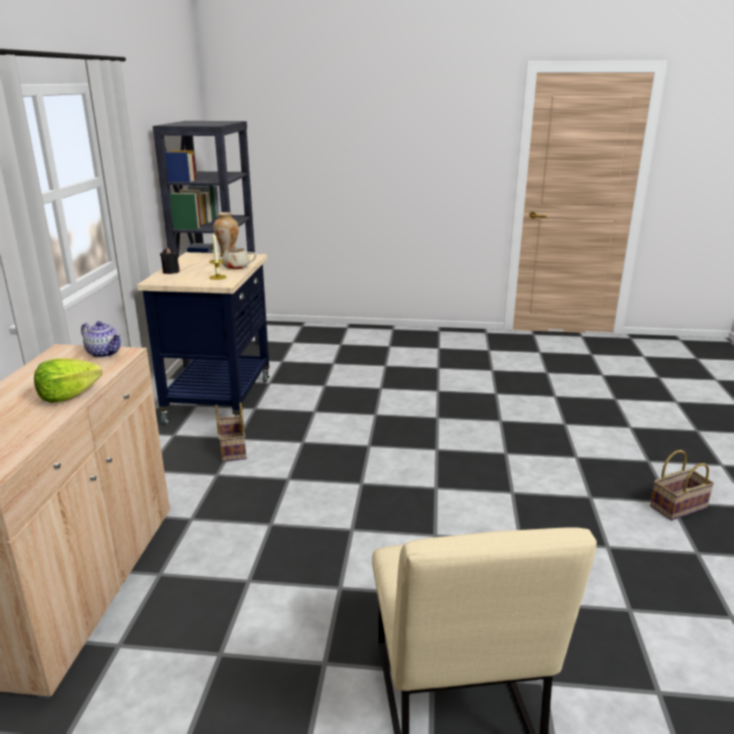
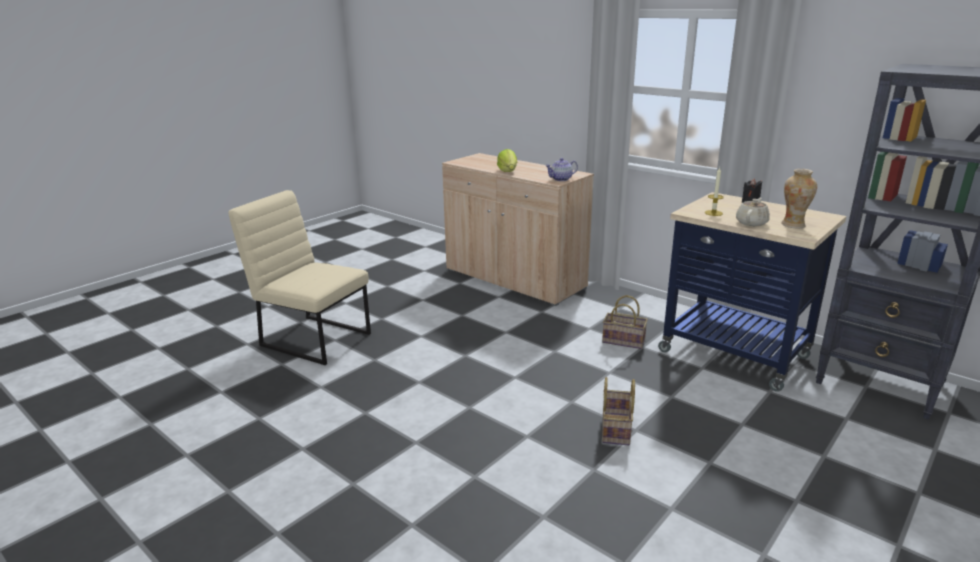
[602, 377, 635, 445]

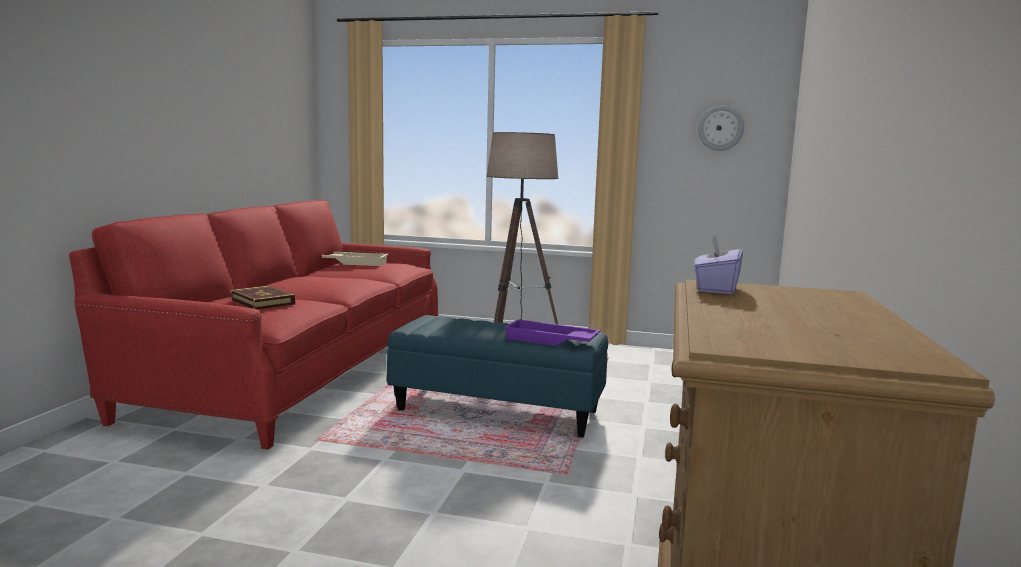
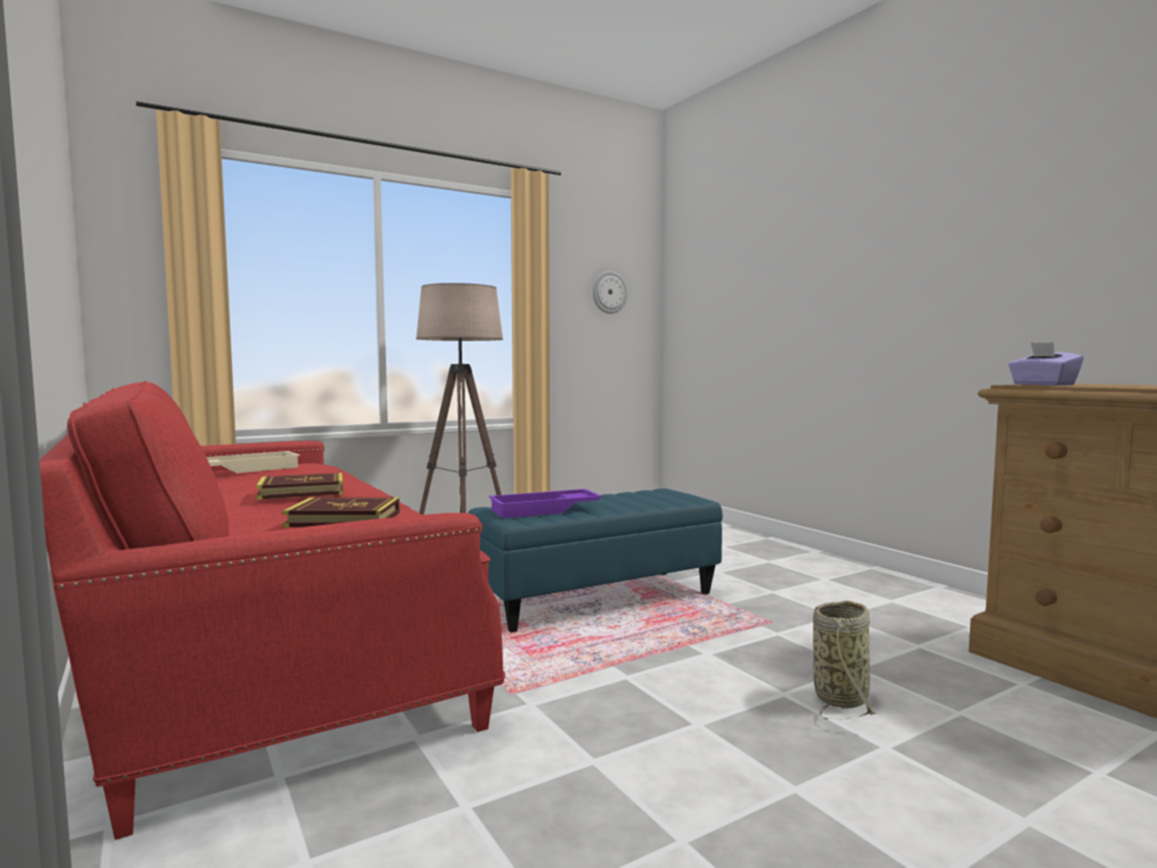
[489, 489, 602, 518]
[256, 473, 343, 500]
[813, 600, 876, 720]

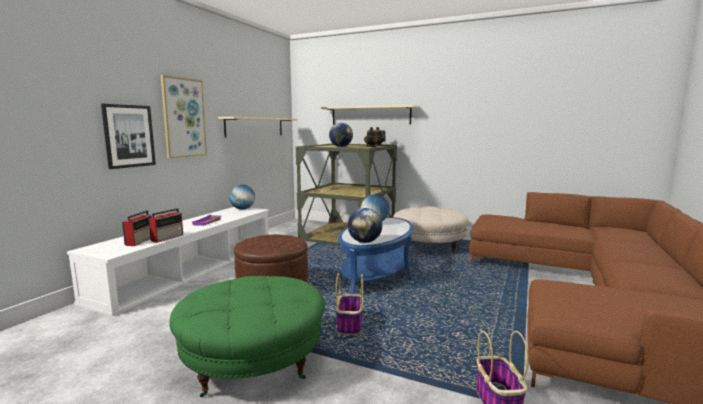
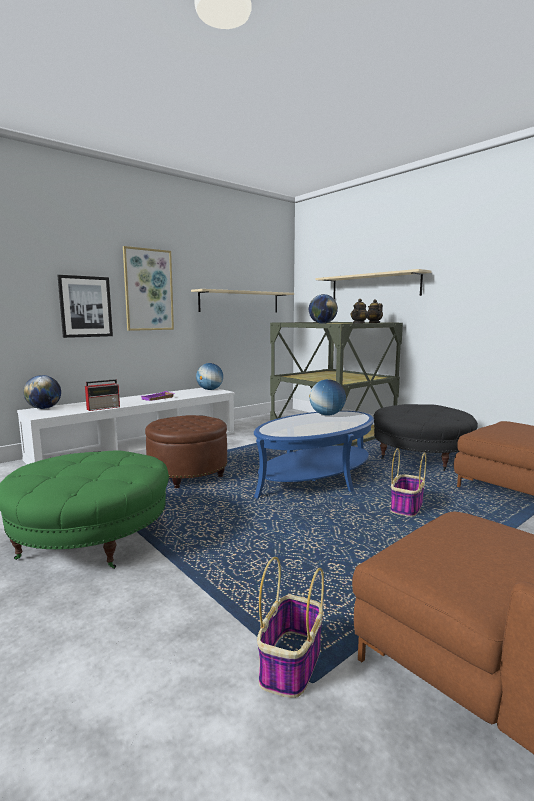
[373, 404, 478, 471]
[23, 375, 61, 409]
[122, 210, 152, 246] (first image)
[391, 448, 426, 517]

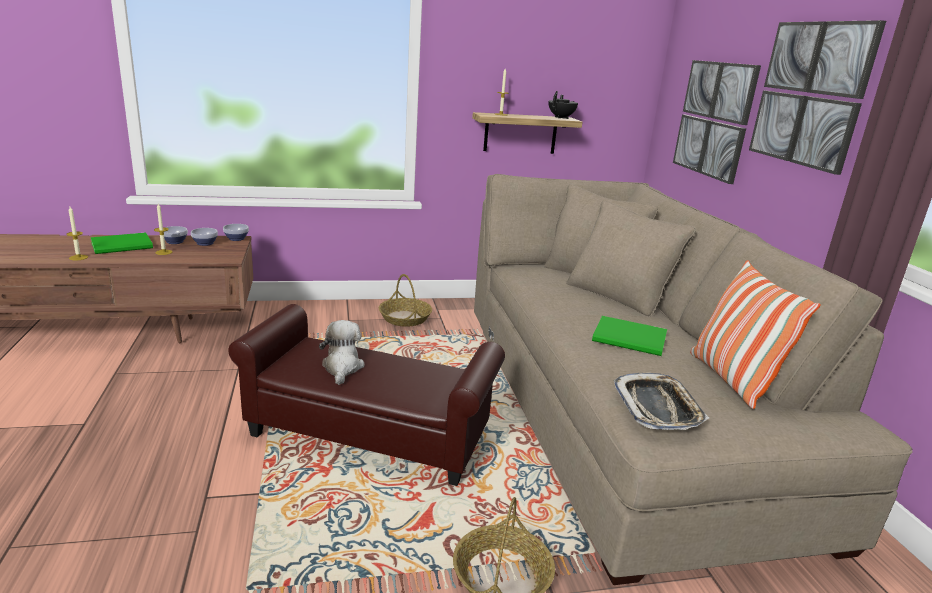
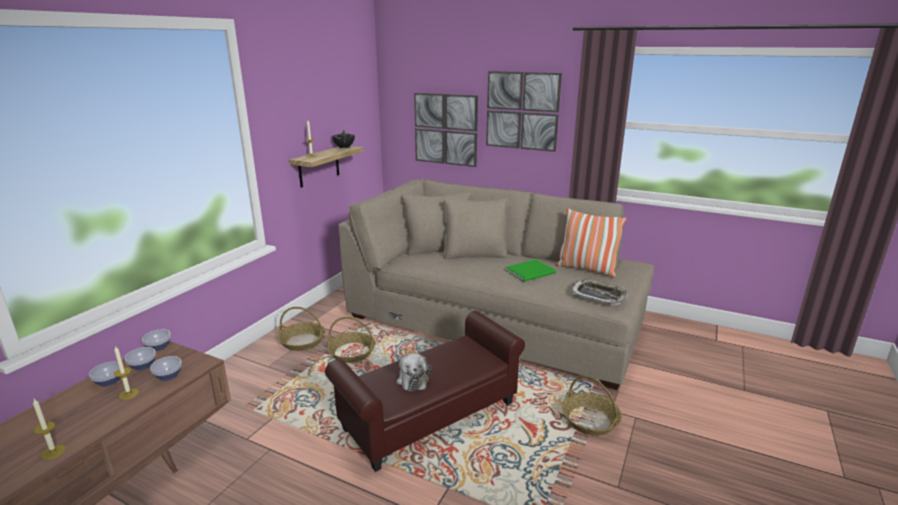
[90, 232, 153, 254] (first image)
[396, 353, 432, 391]
[327, 317, 376, 363]
[150, 356, 182, 381]

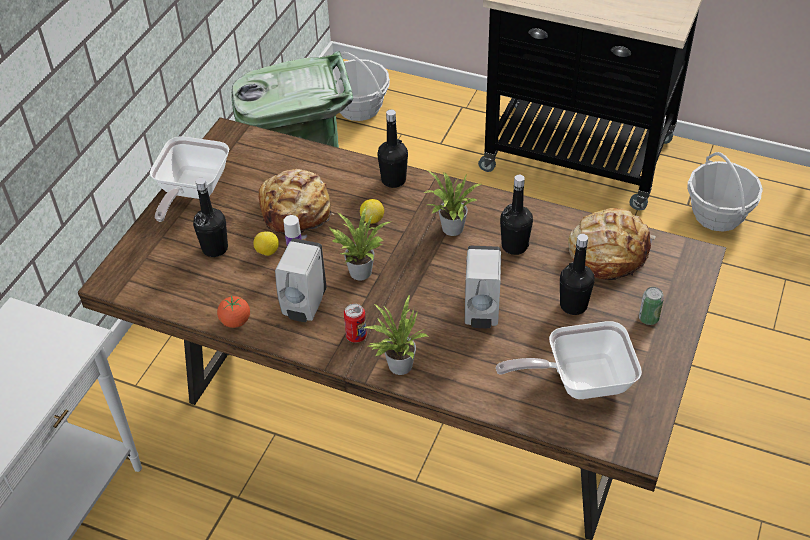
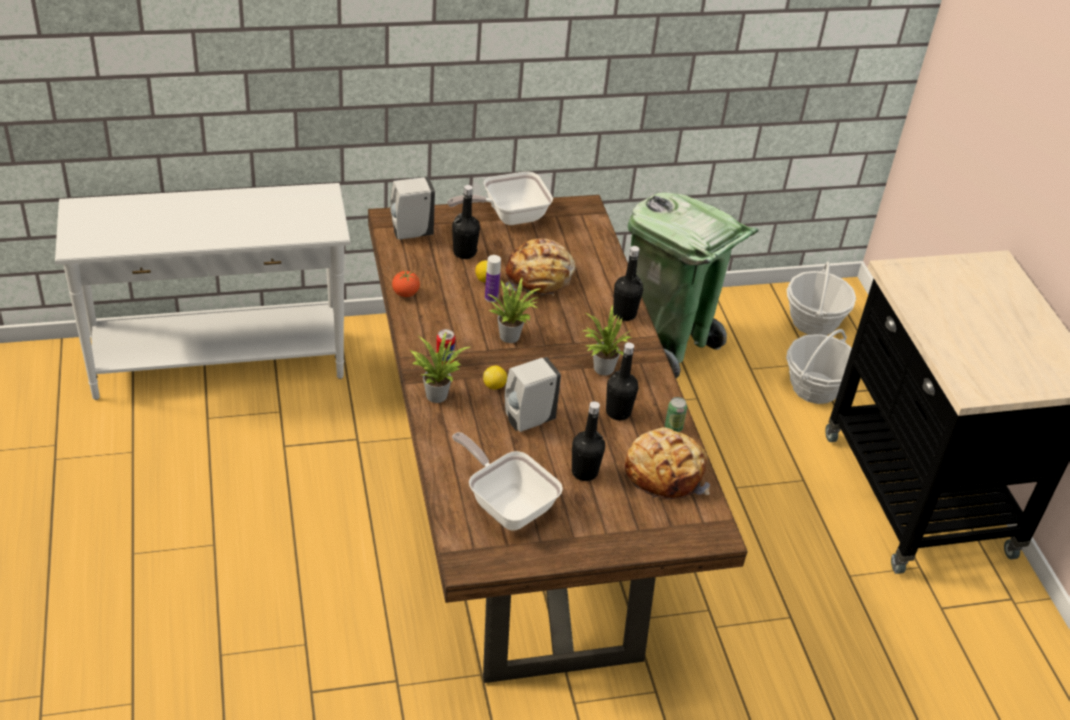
[786, 329, 852, 404]
[483, 366, 507, 390]
[390, 177, 435, 240]
[665, 397, 687, 432]

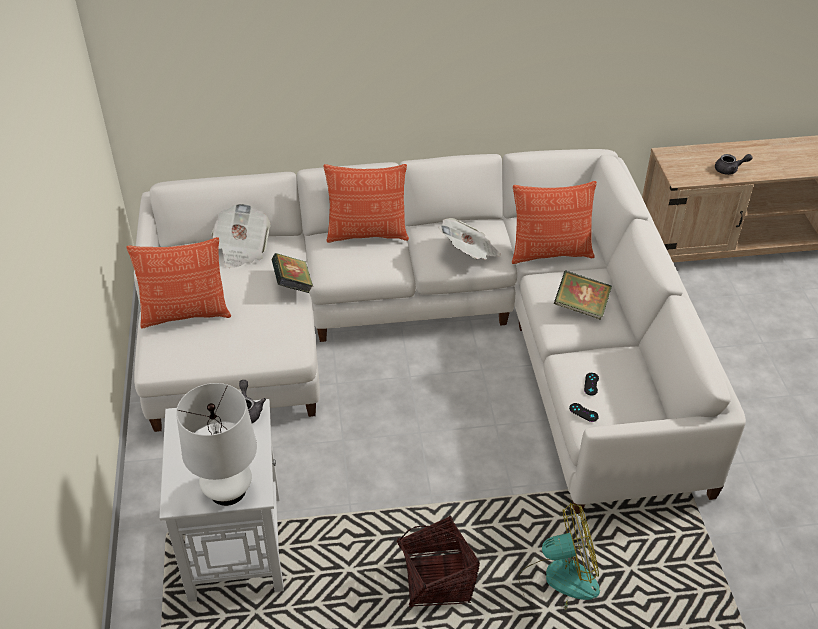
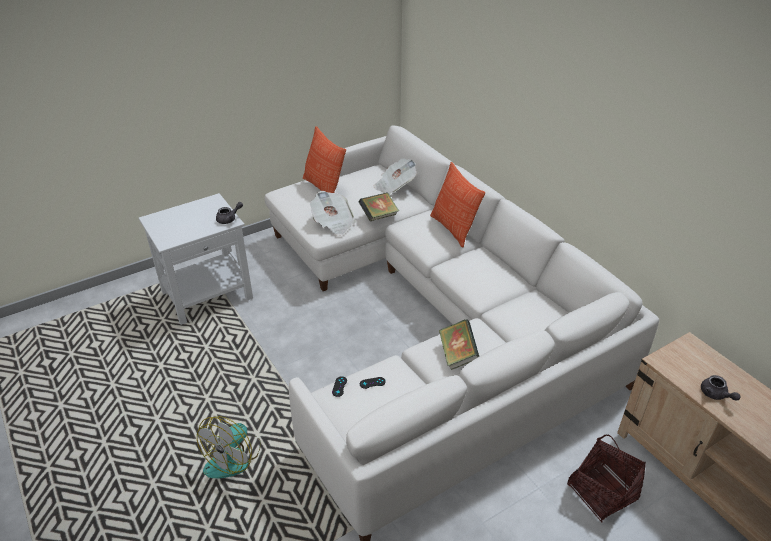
[512, 181, 597, 264] (first image)
[310, 191, 356, 236]
[176, 383, 257, 506] (first image)
[197, 416, 261, 478]
[567, 434, 646, 522]

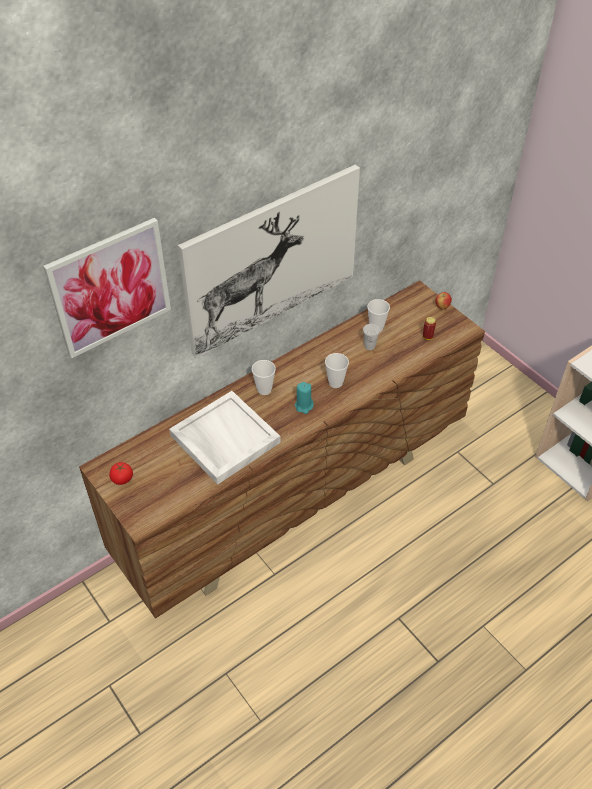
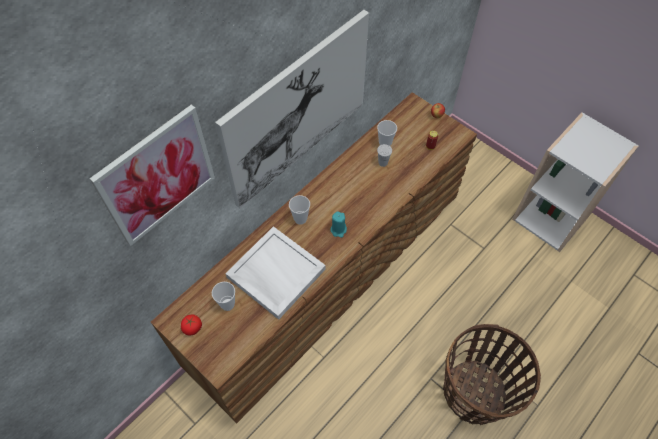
[212, 282, 235, 311]
[443, 324, 541, 425]

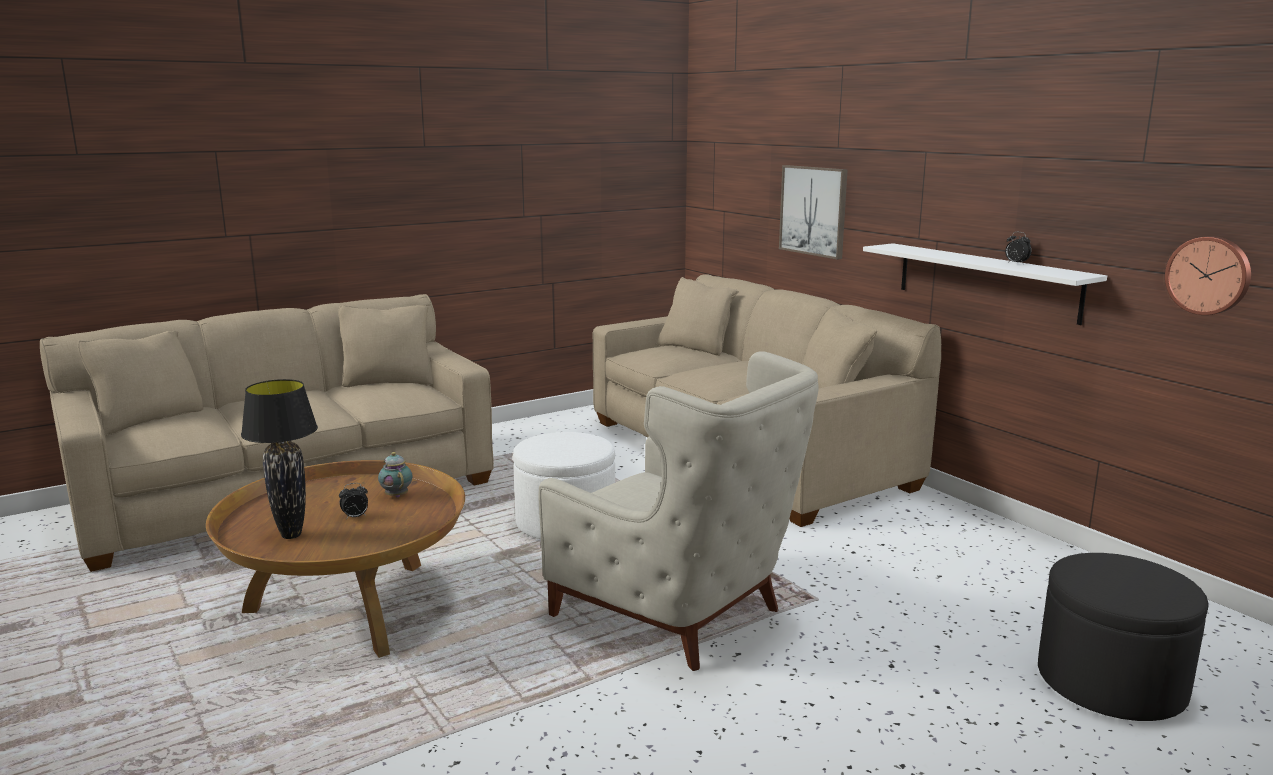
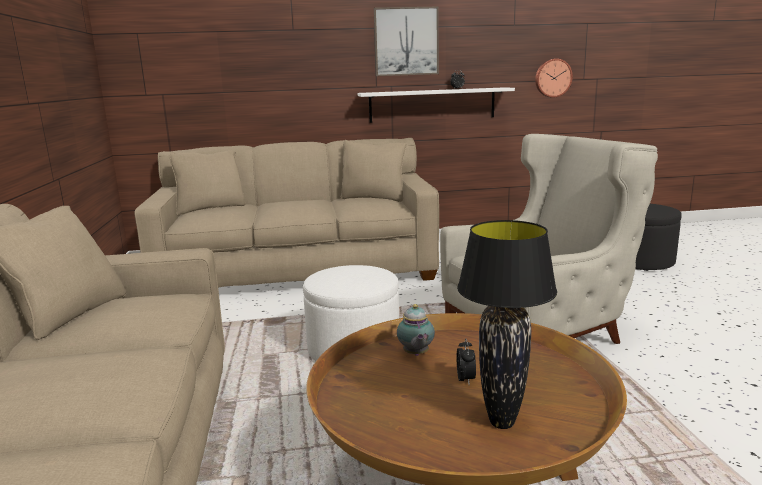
[374, 7, 439, 76]
[397, 304, 435, 356]

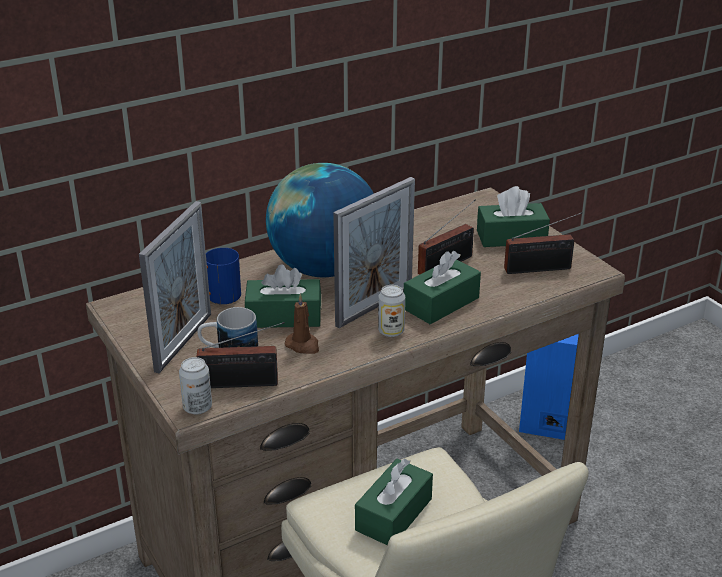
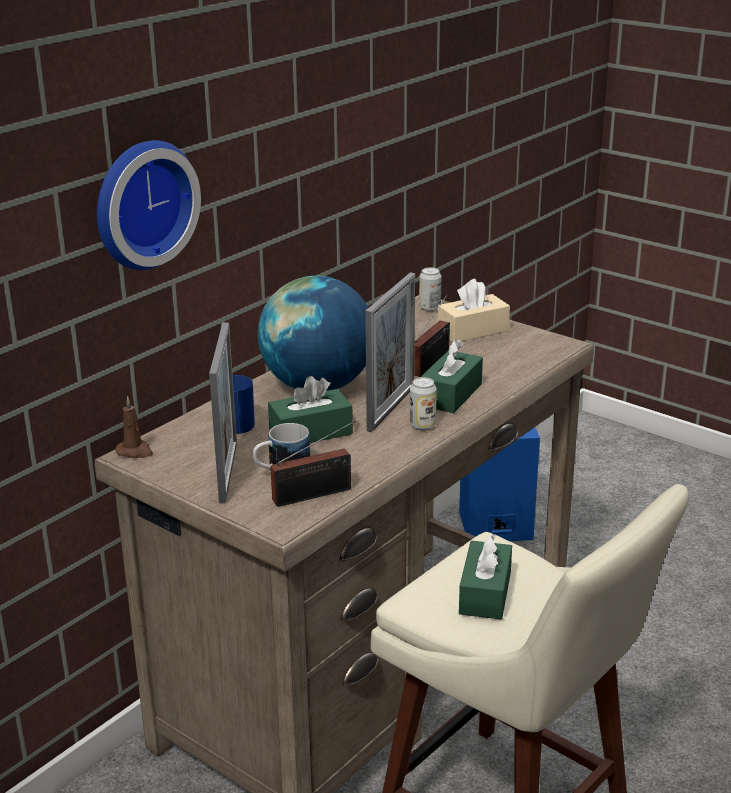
[437, 279, 510, 342]
[504, 212, 583, 274] (first image)
[116, 396, 153, 458]
[419, 267, 441, 311]
[97, 140, 201, 270]

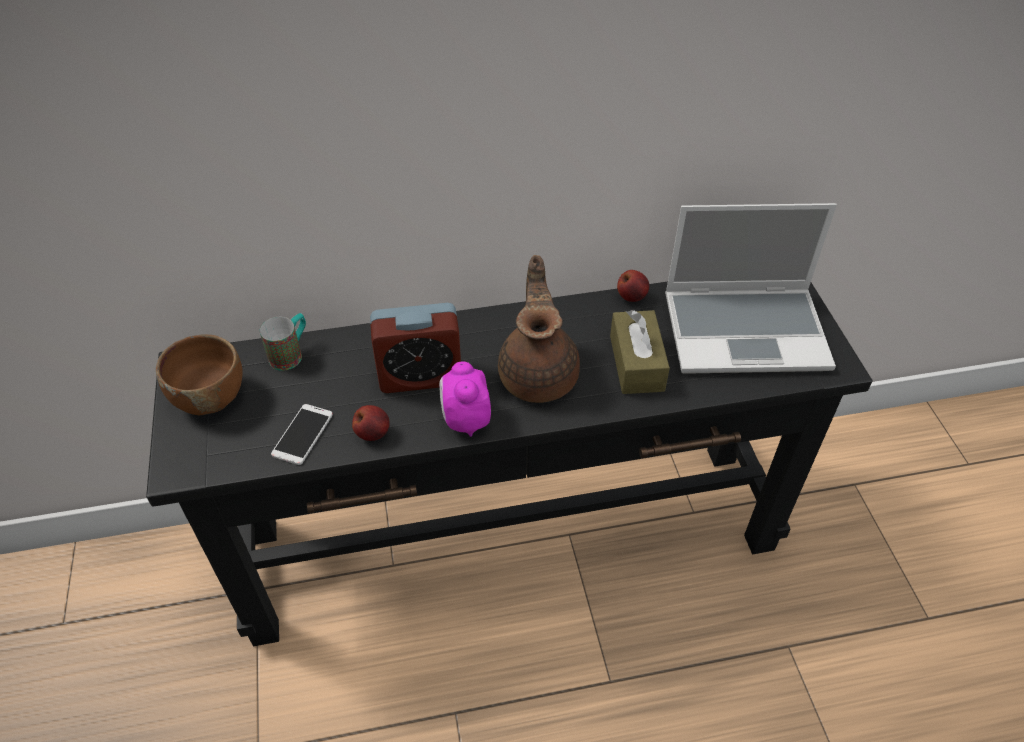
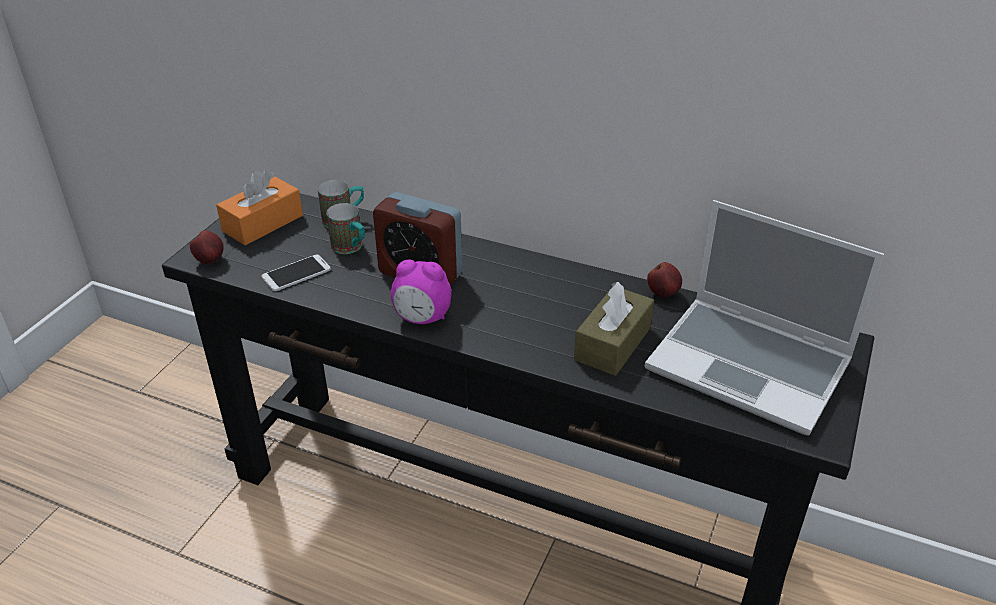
[498, 255, 580, 403] (first image)
[216, 169, 303, 245]
[391, 260, 451, 324]
[190, 230, 224, 264]
[327, 203, 365, 254]

